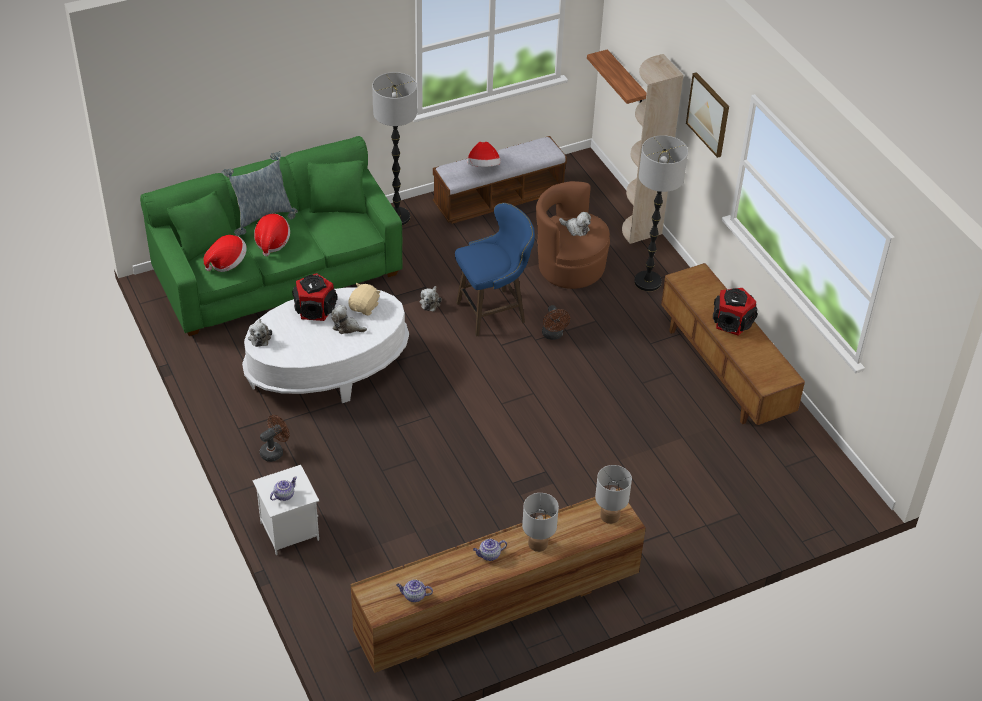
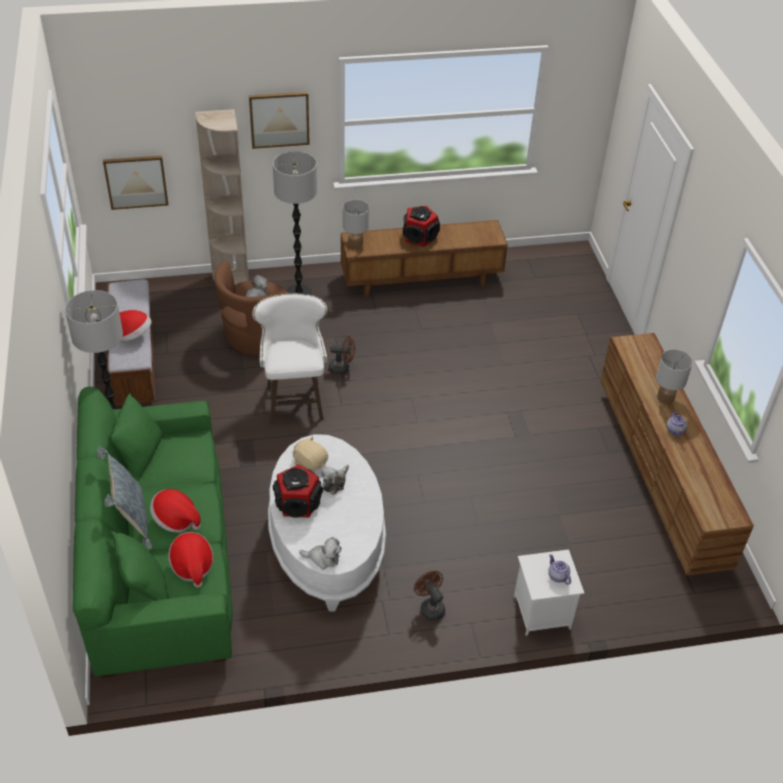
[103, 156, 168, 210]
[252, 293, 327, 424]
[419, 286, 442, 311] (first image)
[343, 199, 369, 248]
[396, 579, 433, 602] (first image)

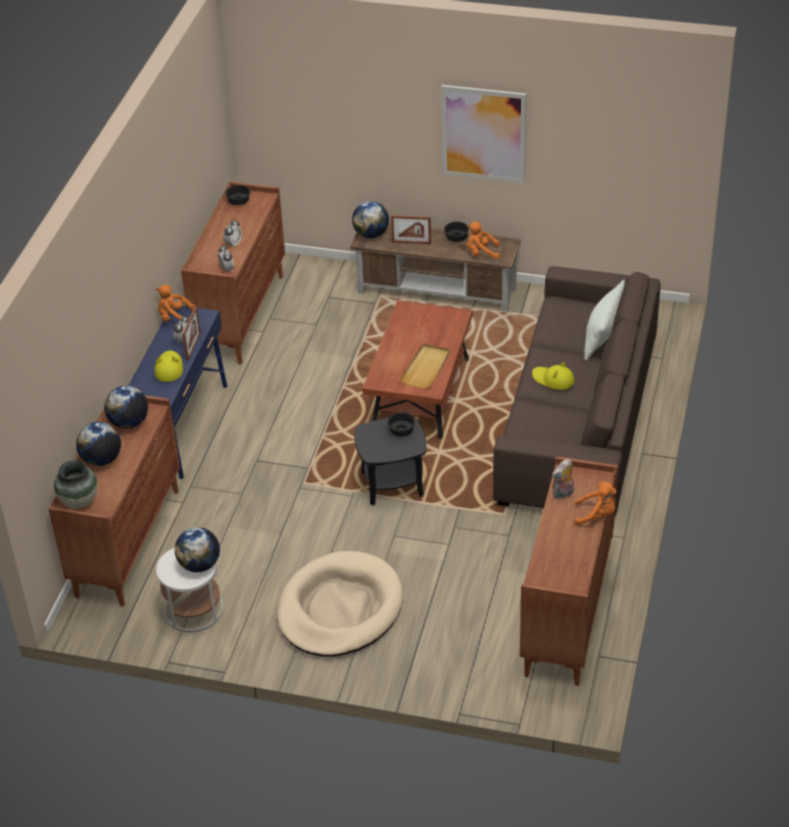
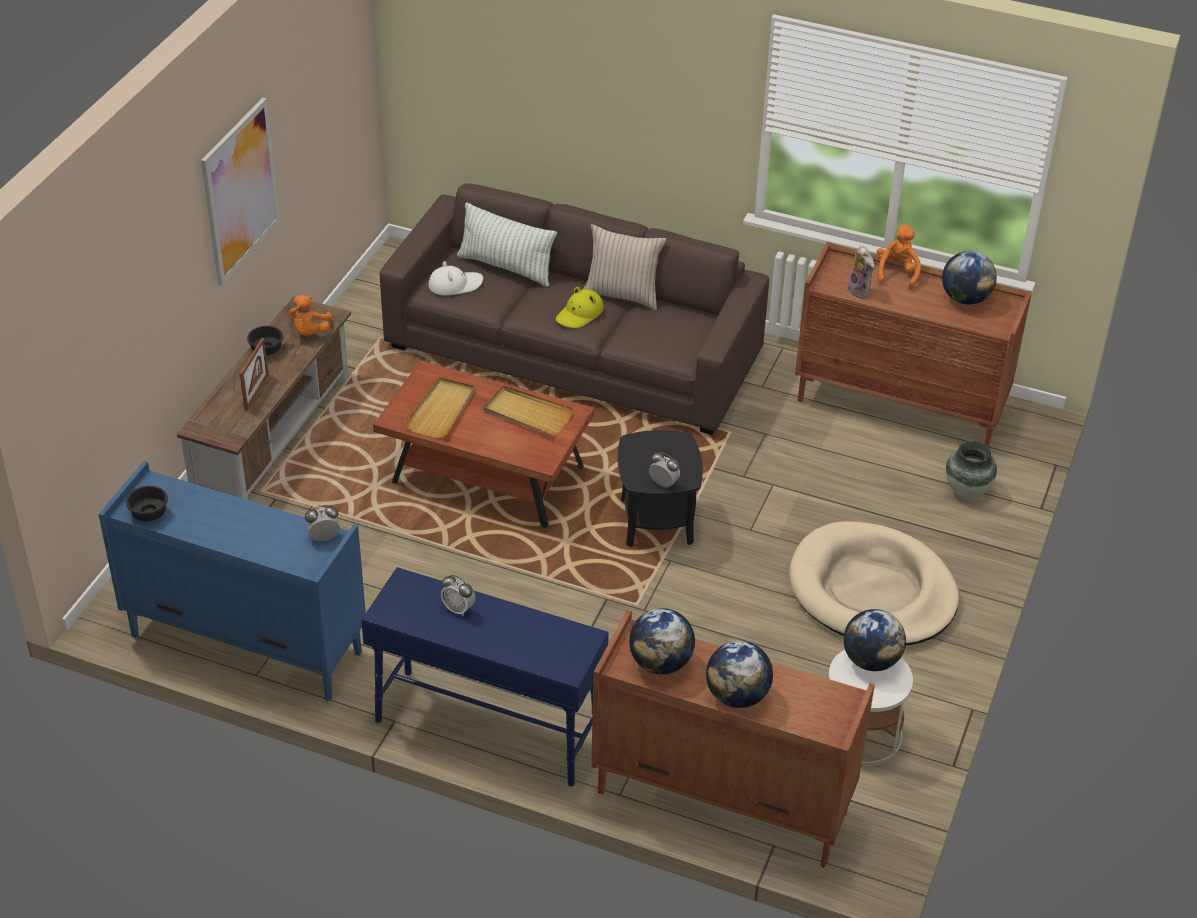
[98, 461, 366, 701]
[942, 251, 997, 305]
[649, 452, 680, 487]
[156, 285, 195, 322] (first image)
[182, 306, 201, 361] (first image)
[154, 350, 183, 382] (first image)
[387, 412, 415, 436] (first image)
[946, 441, 997, 498]
[583, 224, 666, 310]
[428, 261, 483, 295]
[404, 377, 475, 438]

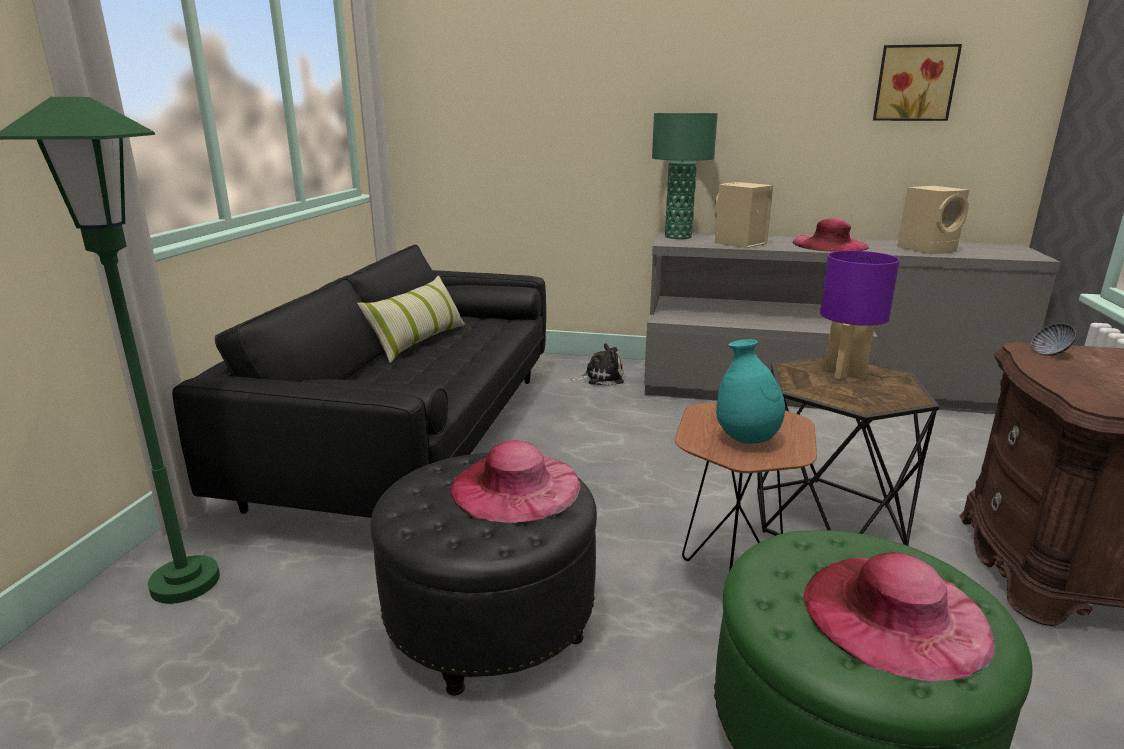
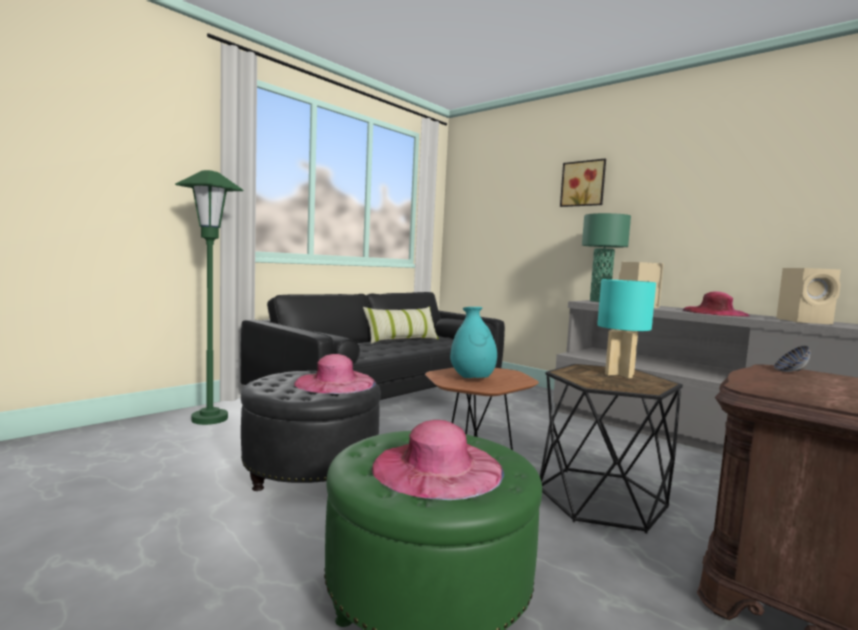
[560, 159, 606, 207]
[597, 279, 656, 378]
[571, 343, 624, 386] (first image)

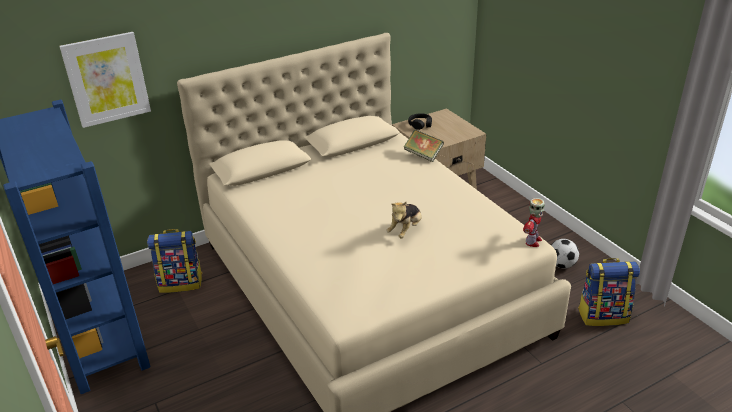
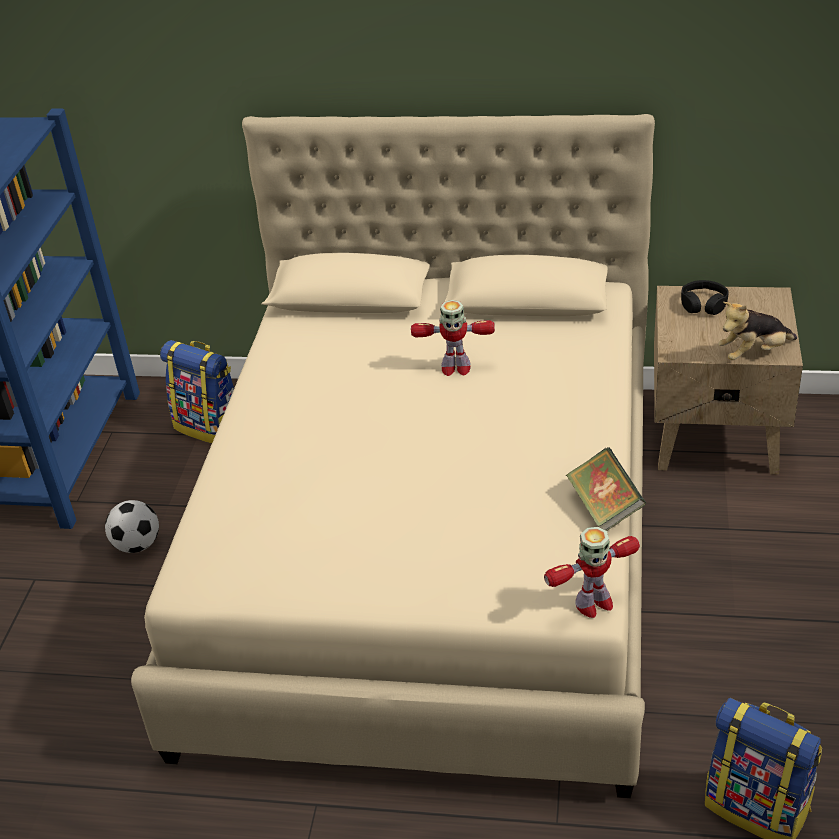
[60, 32, 151, 128] (first image)
[566, 447, 646, 531]
[718, 302, 797, 360]
[105, 500, 159, 553]
[411, 300, 495, 376]

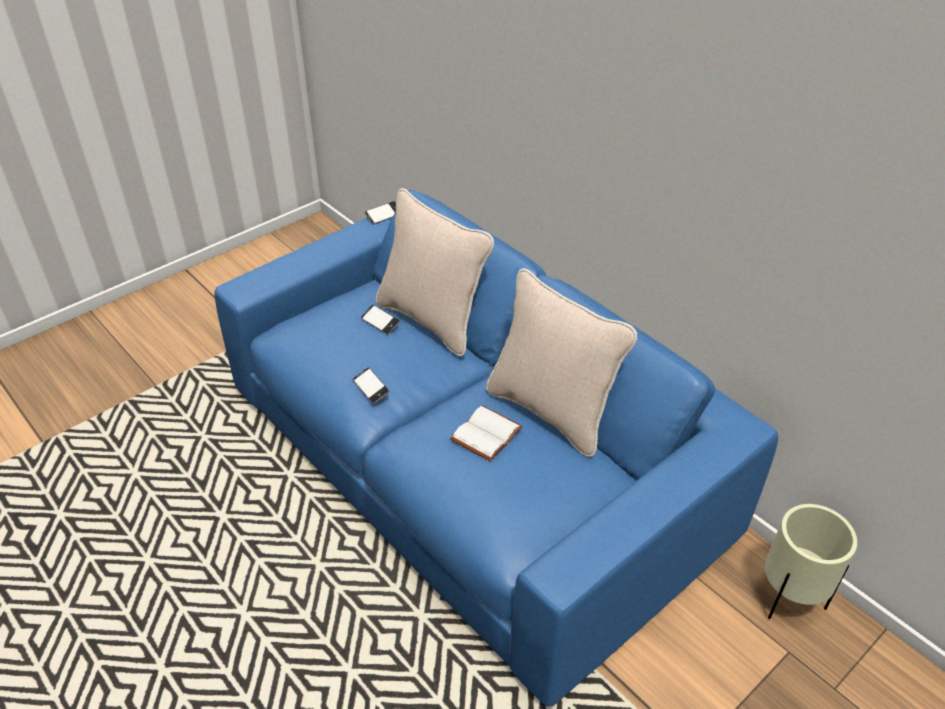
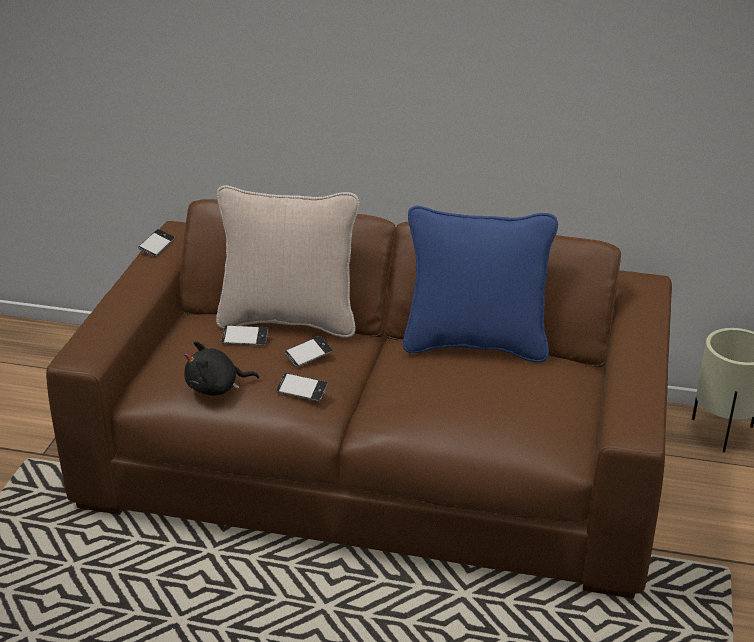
[46, 199, 672, 599]
[403, 206, 558, 362]
[450, 405, 523, 461] (first image)
[284, 336, 333, 367]
[184, 341, 259, 396]

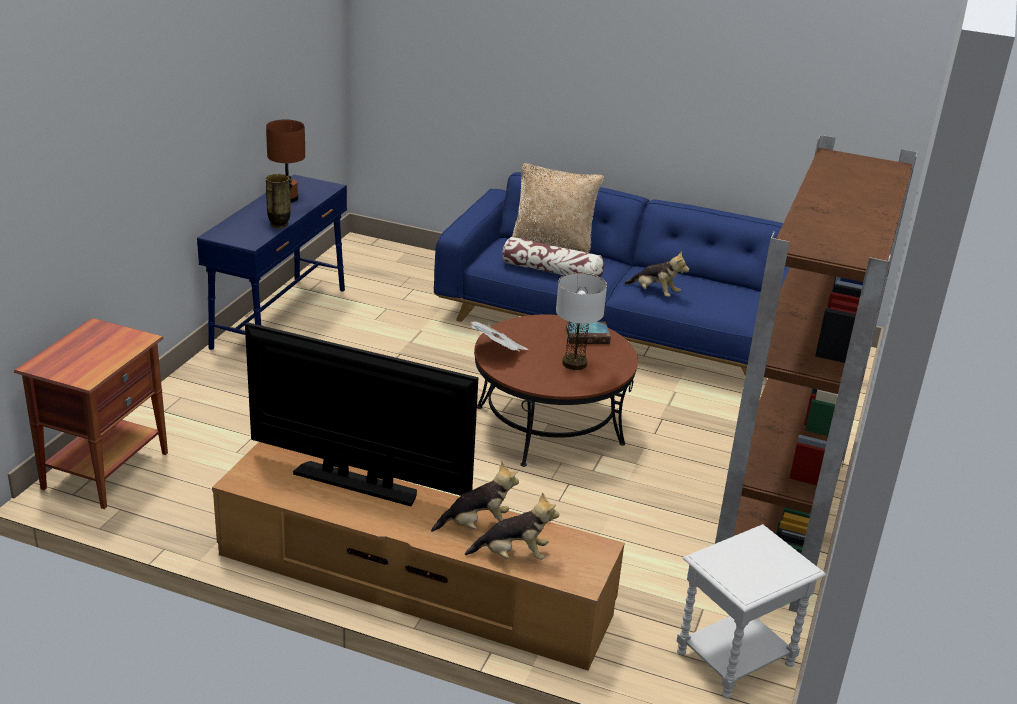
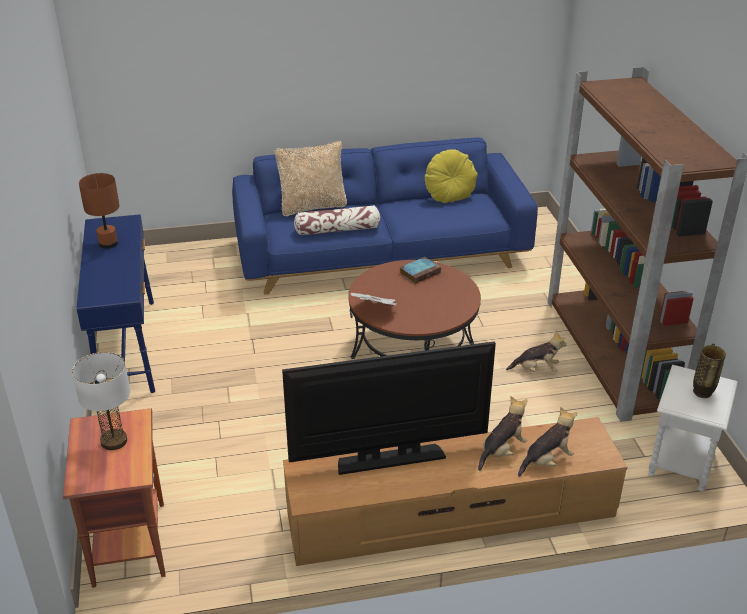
[693, 343, 726, 398]
[506, 330, 567, 372]
[72, 352, 130, 450]
[425, 150, 478, 203]

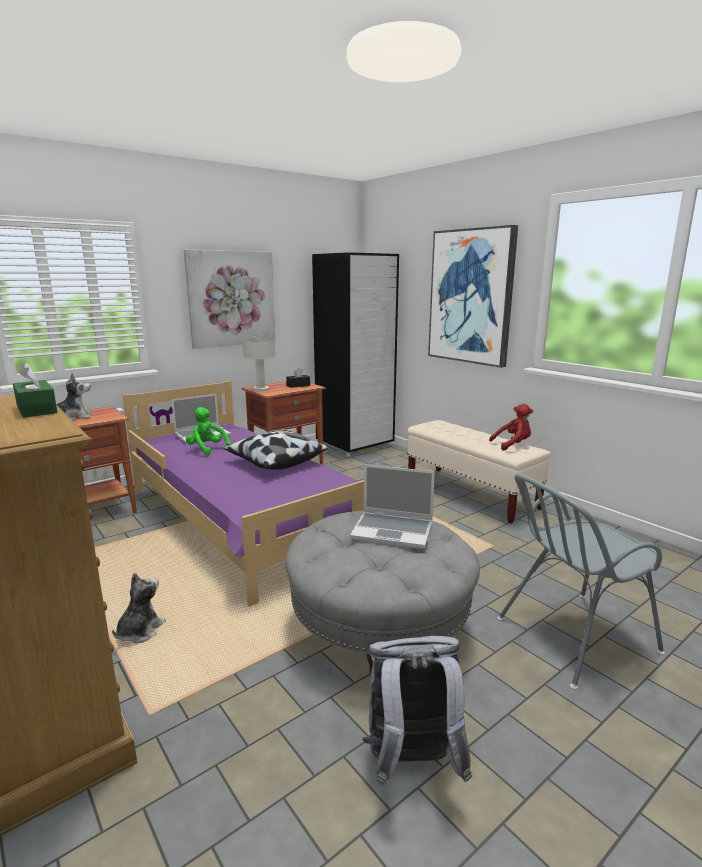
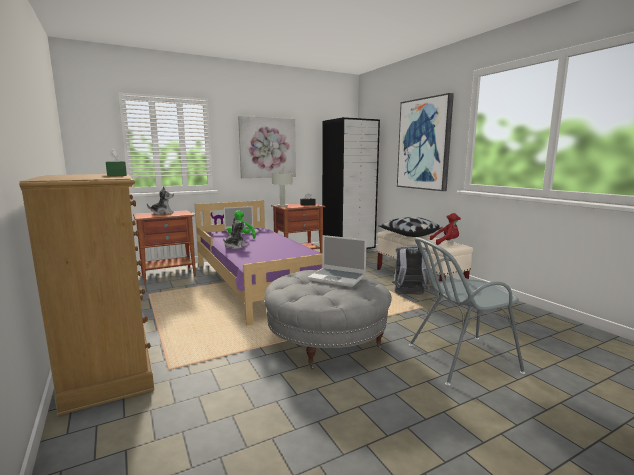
[378, 217, 443, 237]
[223, 217, 247, 249]
[392, 245, 430, 295]

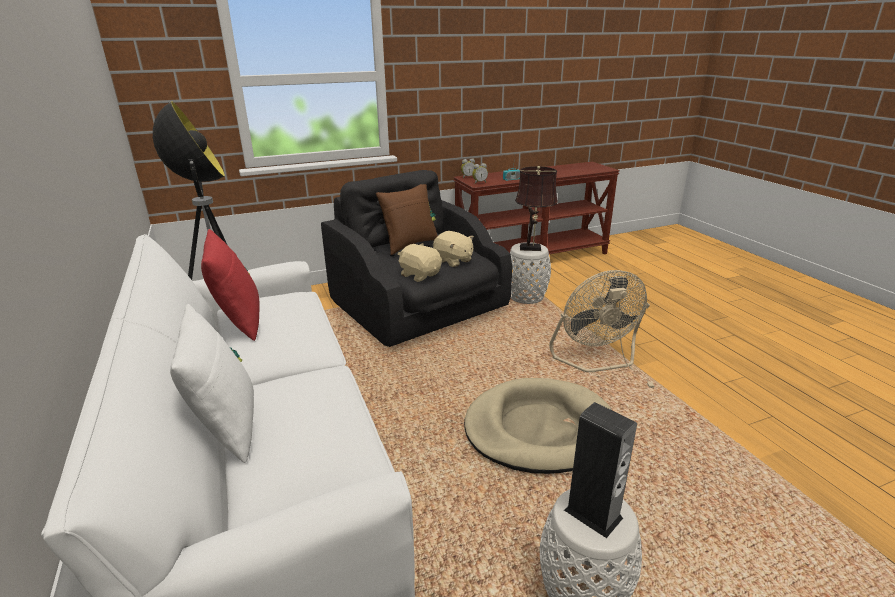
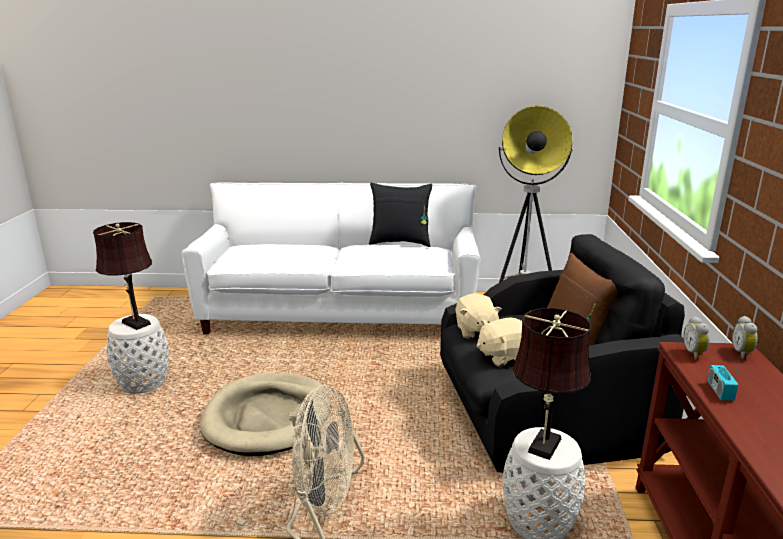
[369, 183, 432, 247]
[455, 293, 502, 339]
[170, 304, 254, 463] (first image)
[93, 222, 152, 330]

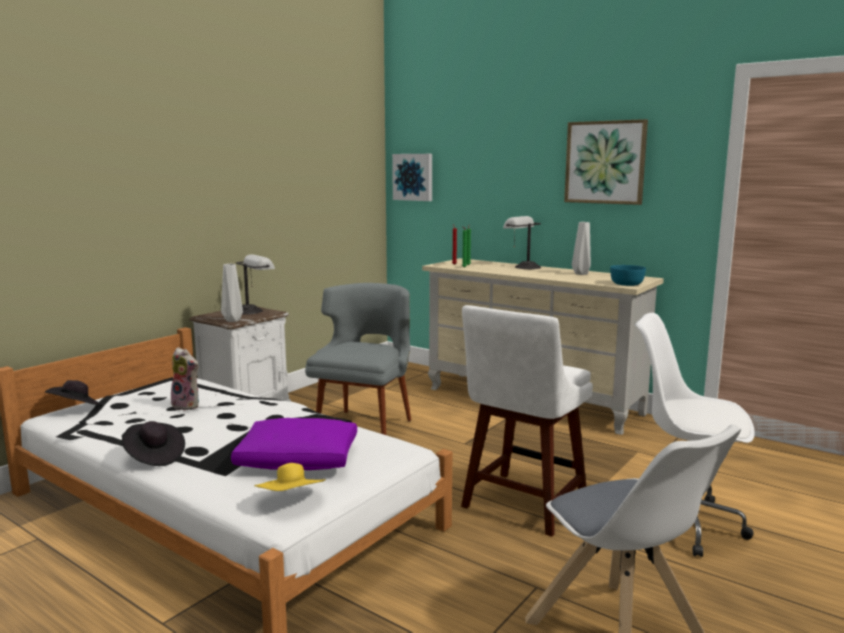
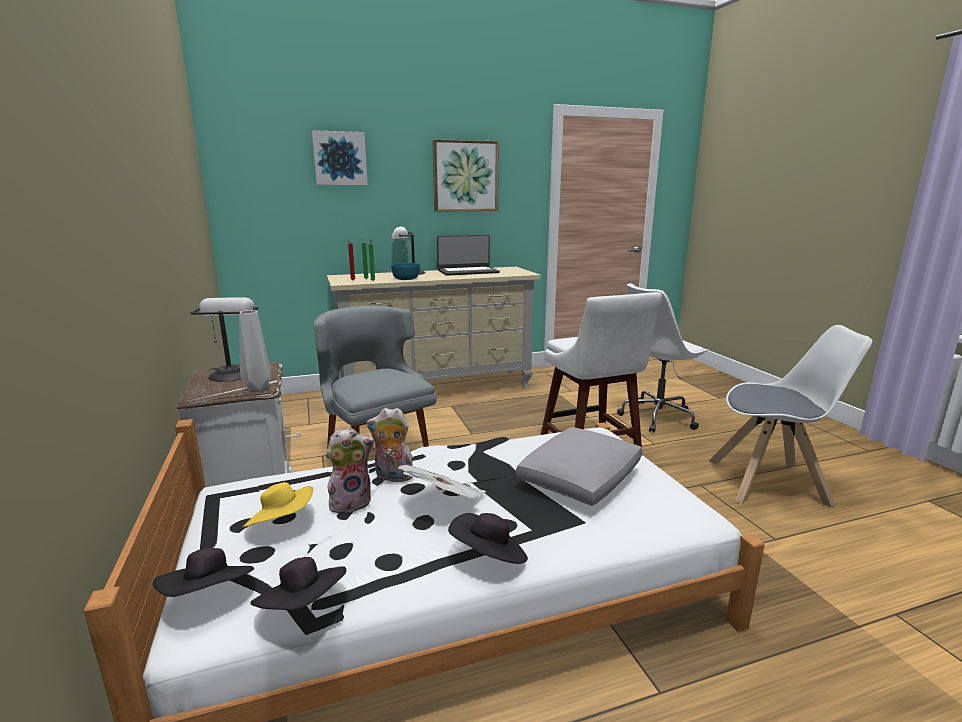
[312, 130, 368, 185]
[437, 235, 500, 276]
[391, 263, 420, 280]
[516, 427, 642, 506]
[243, 482, 314, 527]
[366, 408, 413, 482]
[398, 465, 486, 499]
[251, 557, 346, 610]

